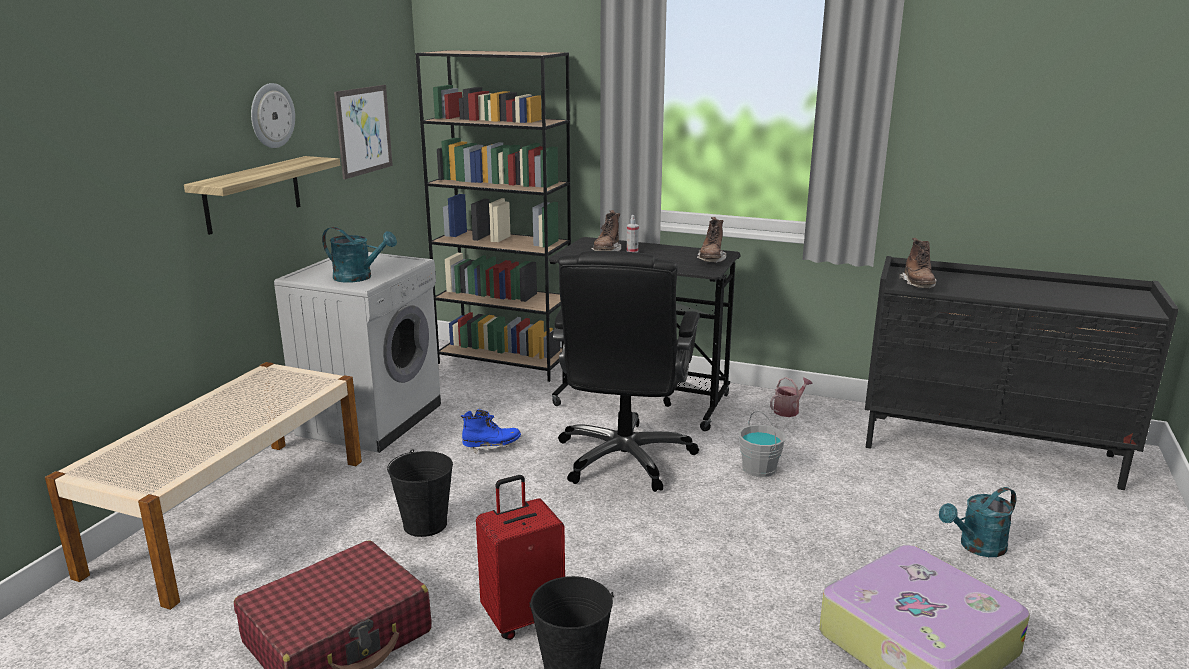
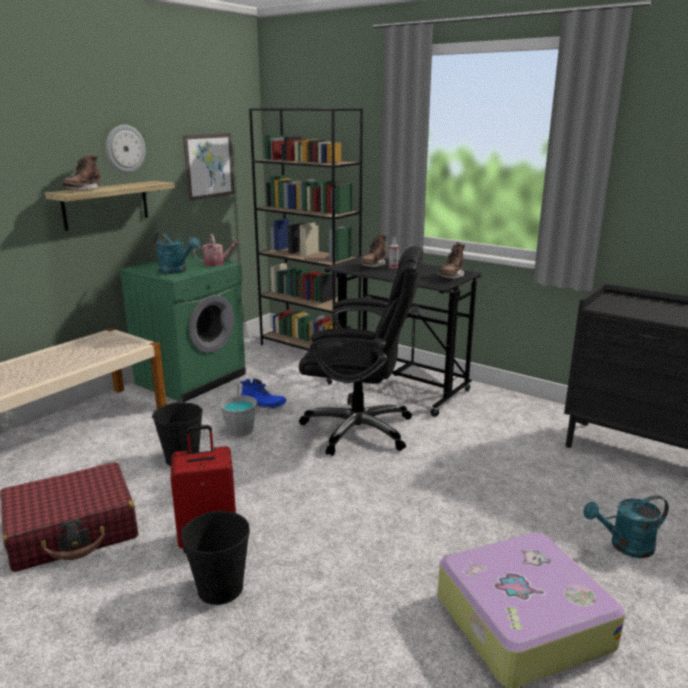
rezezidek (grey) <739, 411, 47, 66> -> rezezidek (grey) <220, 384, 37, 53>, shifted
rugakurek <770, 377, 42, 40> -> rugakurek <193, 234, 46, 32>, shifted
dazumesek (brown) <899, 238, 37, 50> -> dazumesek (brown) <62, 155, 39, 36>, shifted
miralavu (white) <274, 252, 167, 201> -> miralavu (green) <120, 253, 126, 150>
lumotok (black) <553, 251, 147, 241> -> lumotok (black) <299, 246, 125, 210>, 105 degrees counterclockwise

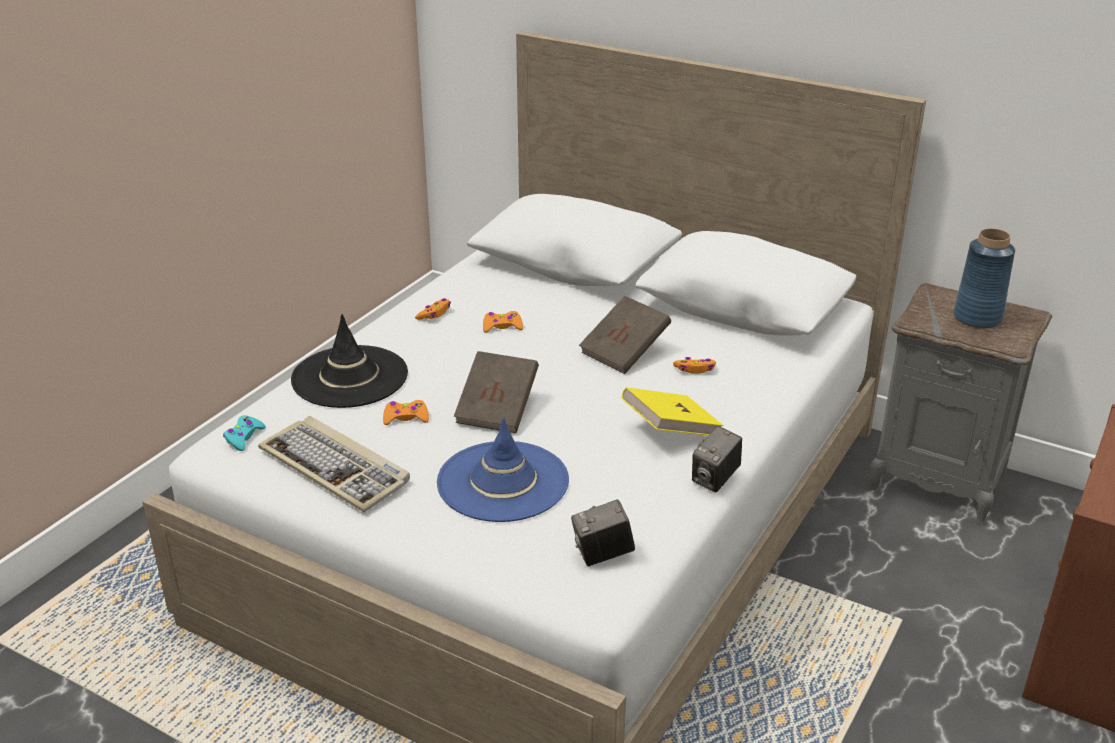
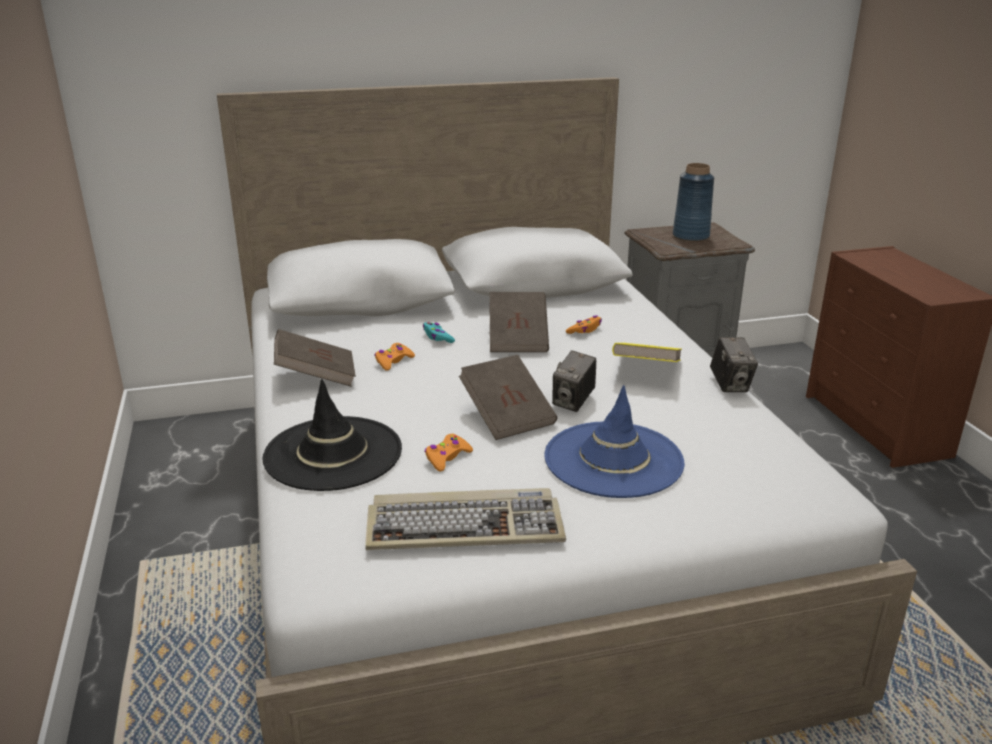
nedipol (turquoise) <223, 415, 43, 36> -> nedipol (turquoise) <423, 322, 32, 21>, shifted
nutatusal <571, 499, 64, 67> -> nutatusal <552, 350, 44, 62>, shifted
nedipol (orange) <415, 298, 36, 22> -> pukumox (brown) <274, 329, 82, 58>

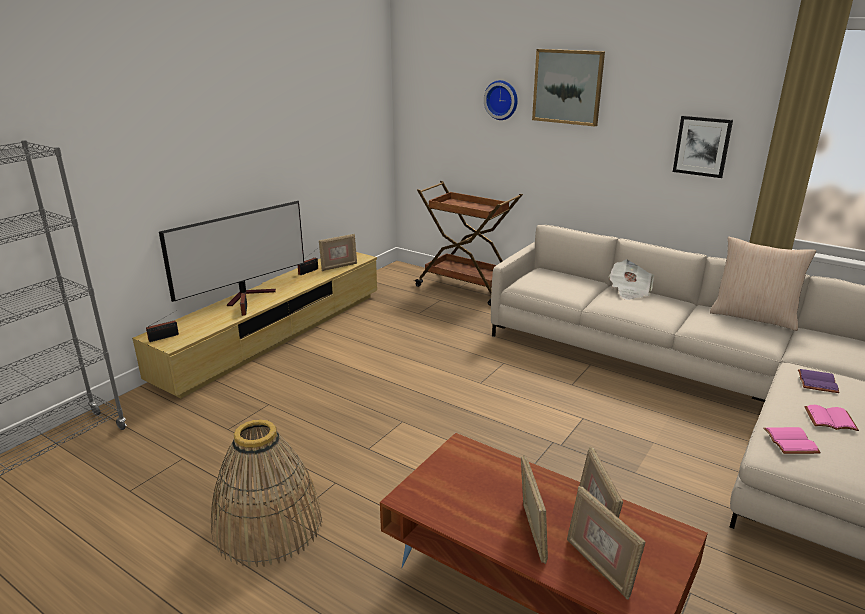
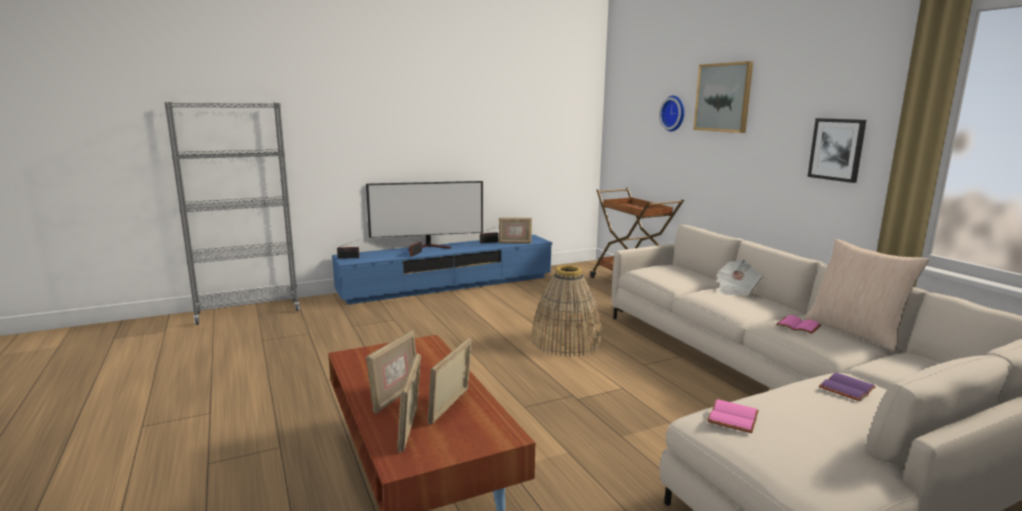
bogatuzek <211, 419, 111, 148> -> bogatuzek <531, 265, 72, 92>, shifted
pukumox (pink) <804, 405, 55, 26> -> pukumox (pink) <776, 315, 45, 19>, shifted
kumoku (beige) <132, 252, 245, 146> -> kumoku (blue) <332, 235, 220, 70>

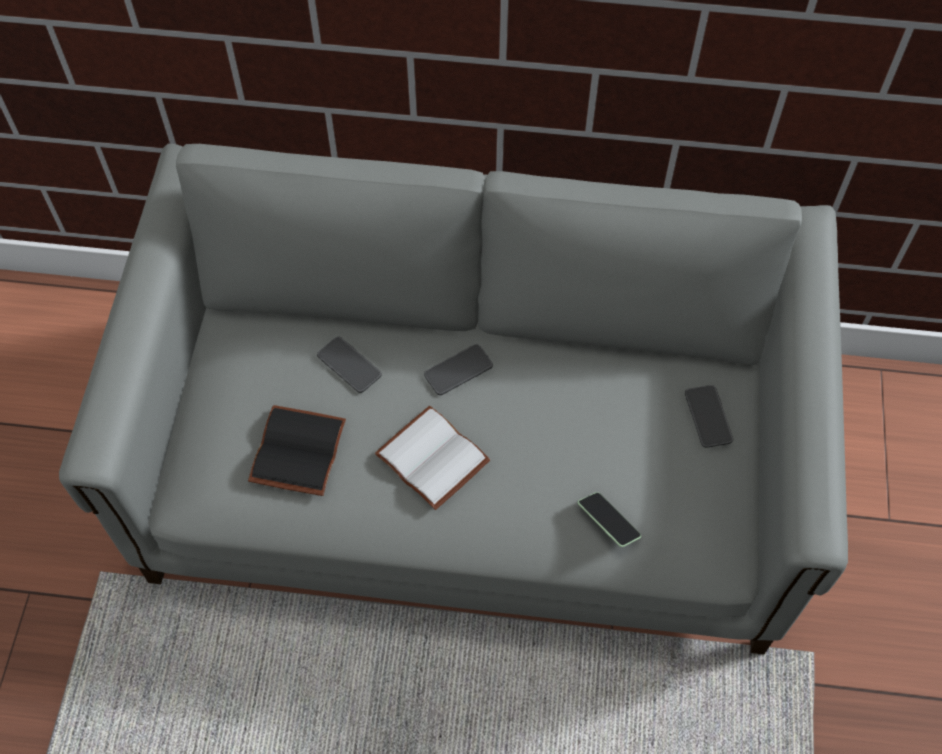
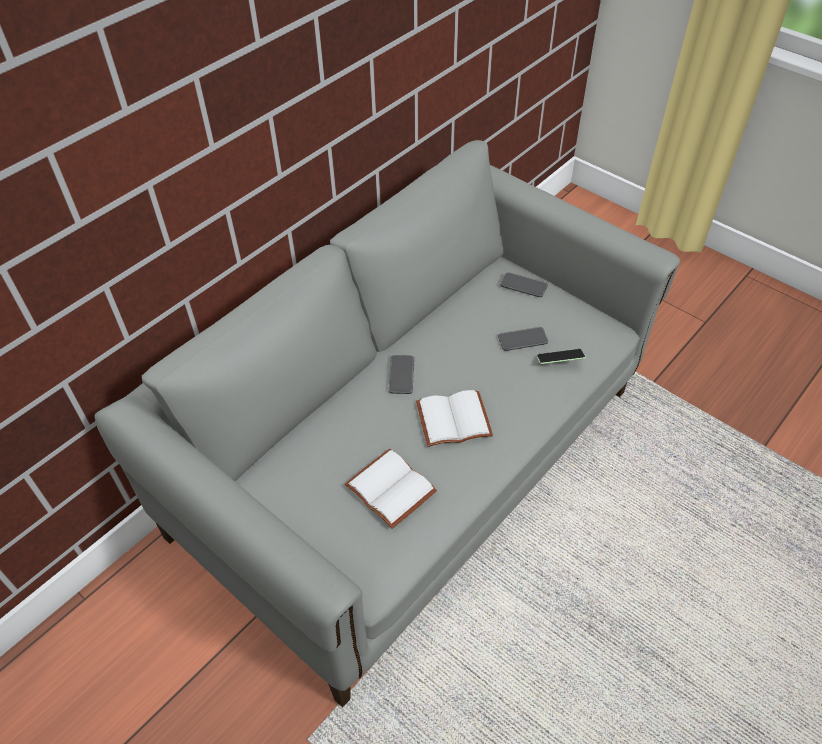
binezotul <317, 337, 65, 56> -> binezotul <498, 327, 50, 24>, shifted
pukumox (black) <248, 405, 98, 91> -> pukumox (white) <345, 449, 92, 80>

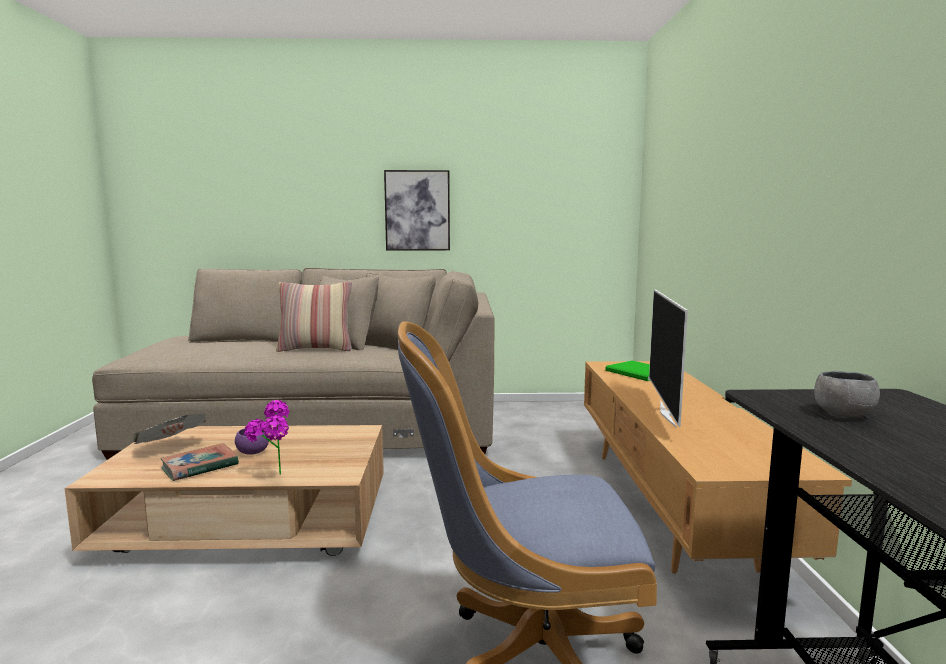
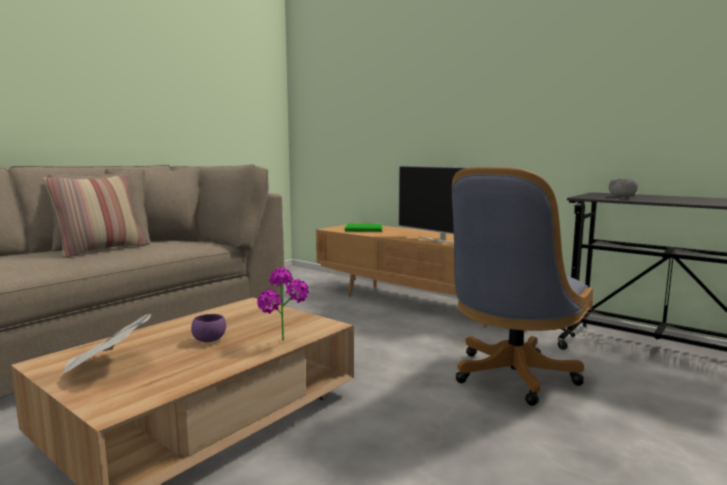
pukumox <160, 443, 79, 38> -> none
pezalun <384, 170, 66, 80> -> none

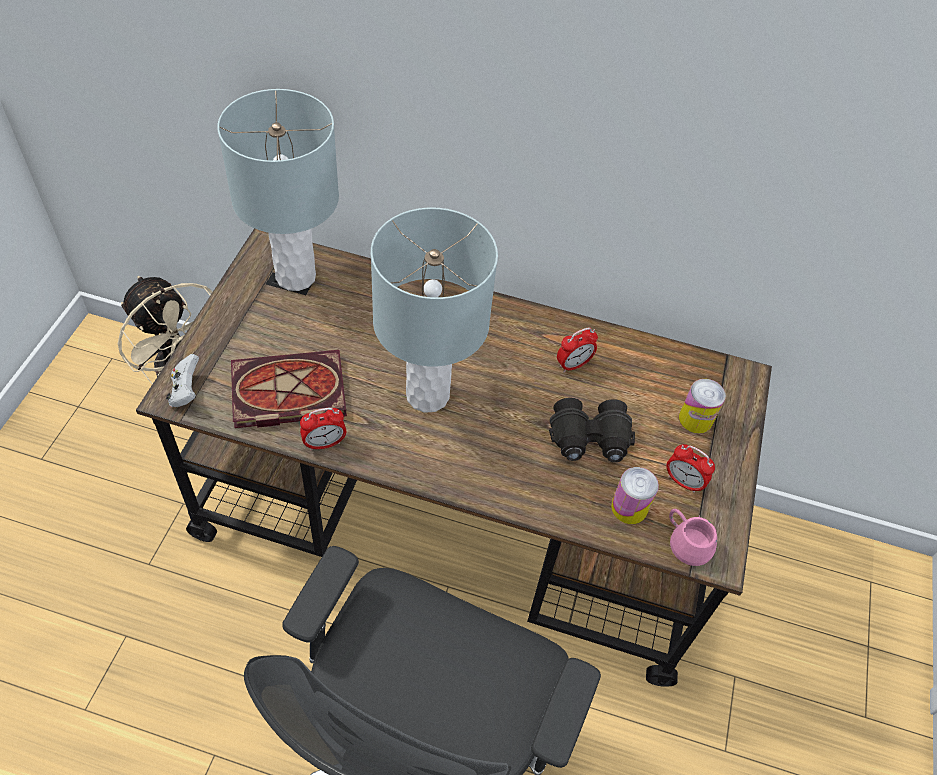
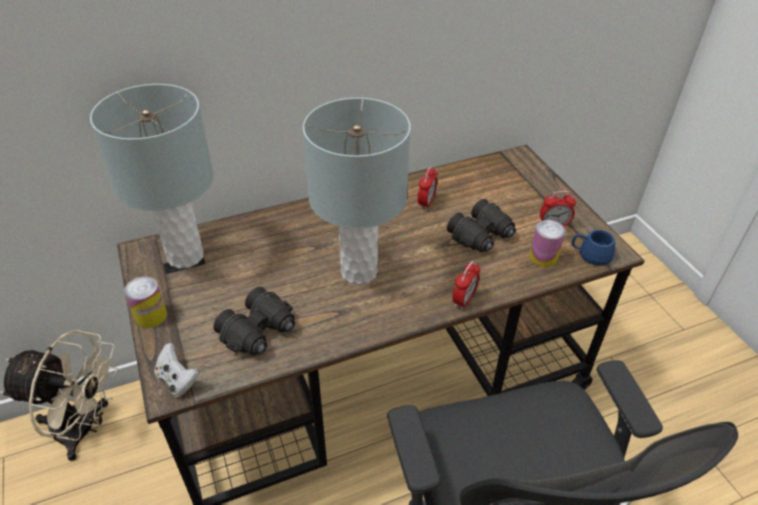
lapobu <300, 408, 46, 43> -> lapobu <452, 261, 28, 49>, shifted
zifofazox <679, 379, 47, 55> -> zifofazox <124, 276, 43, 52>, shifted
pukumox <231, 350, 116, 78> -> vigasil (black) <213, 287, 82, 68>
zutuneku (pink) <669, 509, 48, 57> -> zutuneku (blue) <572, 230, 43, 36>

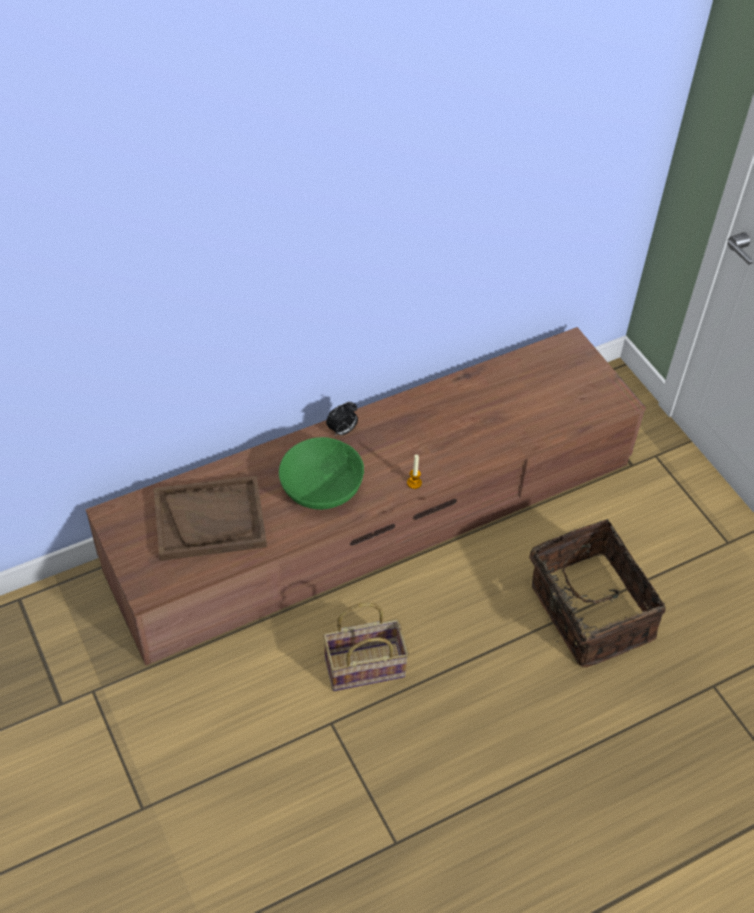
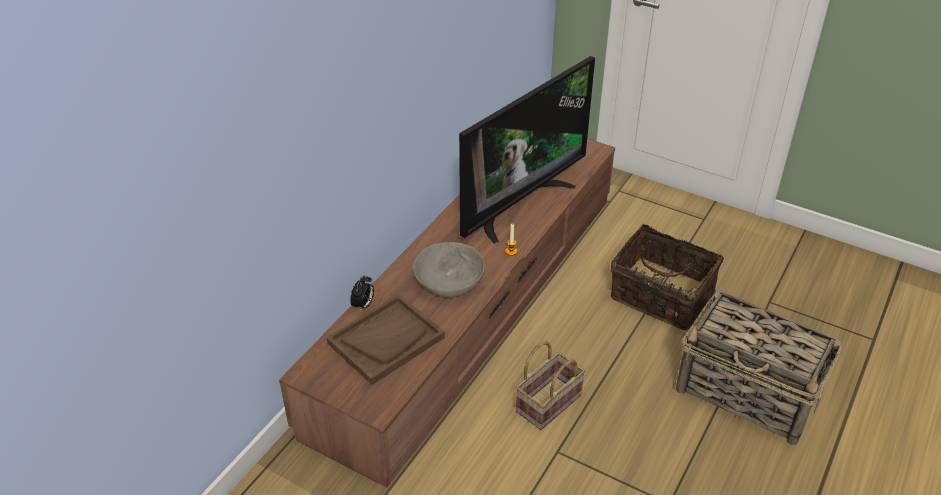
none -> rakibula <459, 56, 136, 188>
none -> bogatuzek <675, 292, 167, 154>
lapobu <326, 402, 32, 34> -> lapobu <350, 275, 24, 37>, shifted
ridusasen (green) <279, 437, 85, 73> -> ridusasen (grey) <413, 242, 72, 56>

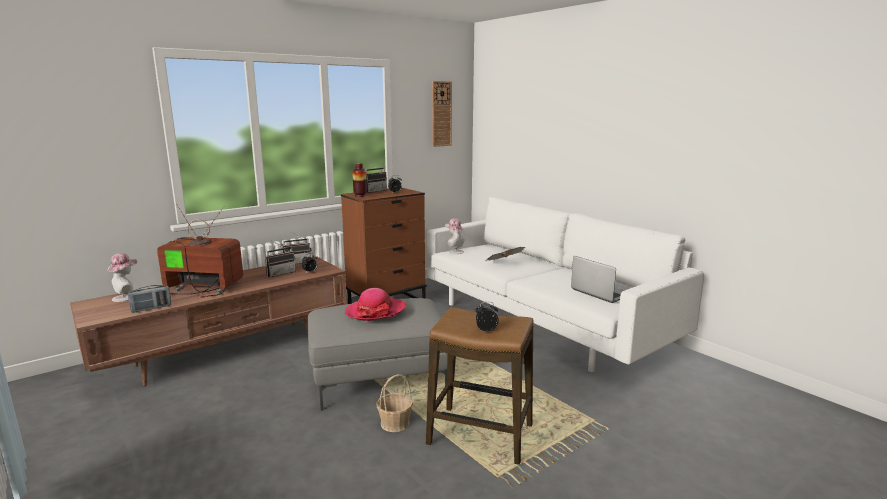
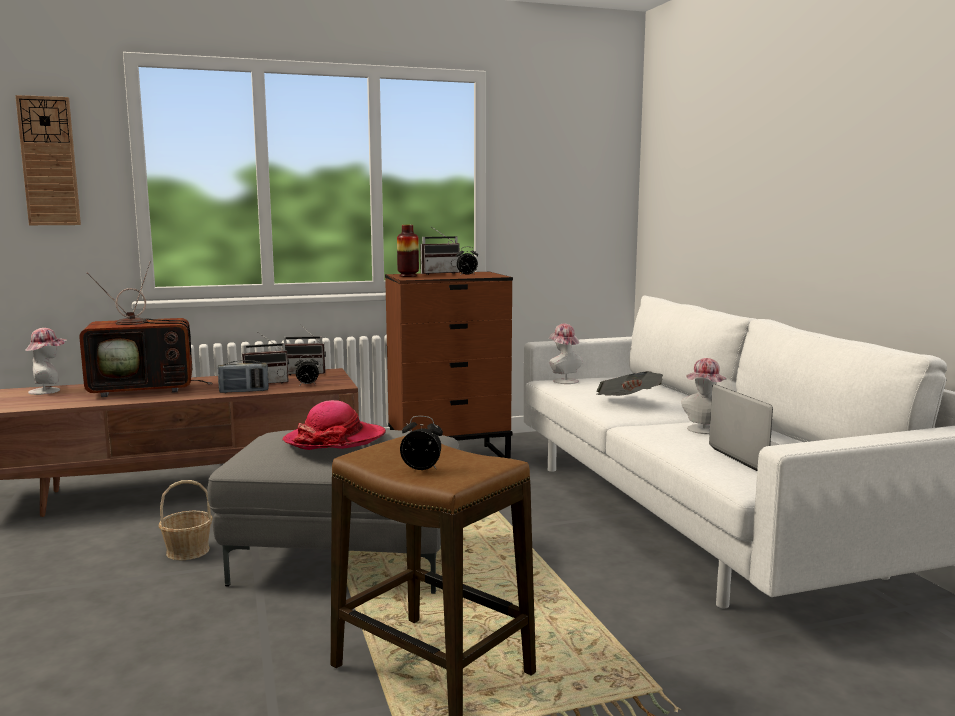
none -> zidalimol <681, 358, 45, 76>
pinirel <128, 285, 43, 28> -> pinirel <218, 360, 51, 33>, shifted
bogatuzek <376, 374, 37, 58> -> bogatuzek <159, 480, 54, 81>, shifted
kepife <432, 81, 20, 66> -> kepife <15, 95, 66, 130>, shifted
rakibula <157, 204, 86, 94> -> rakibula <79, 262, 134, 135>, 135 degrees clockwise

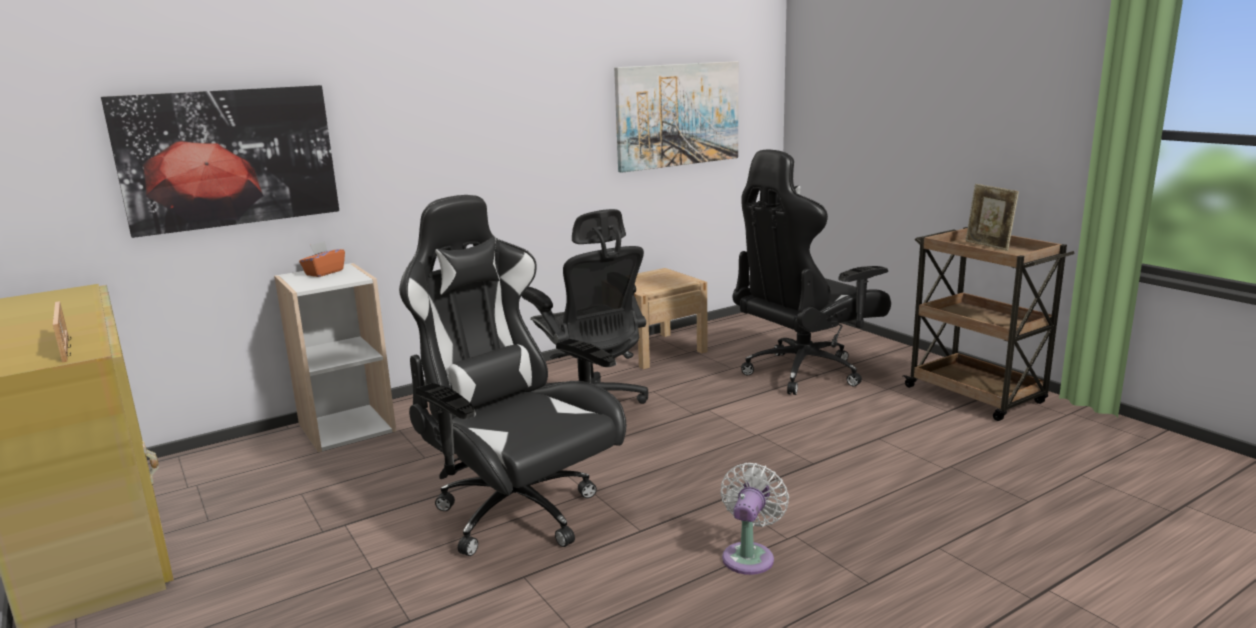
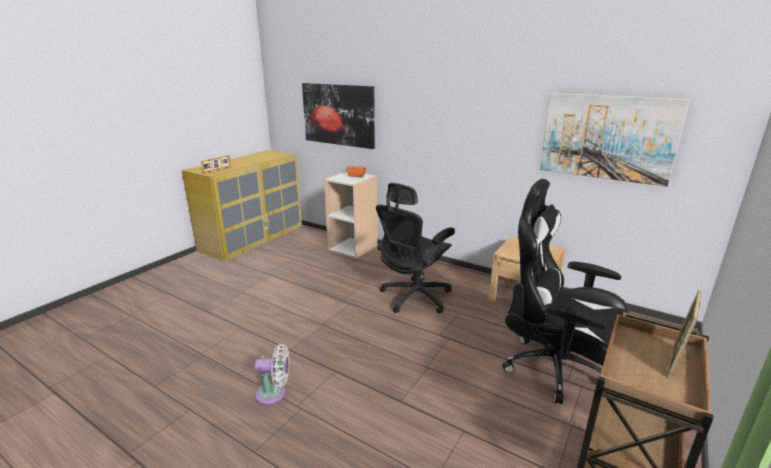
lumotok (black) <399, 195, 227, 361> -> none

